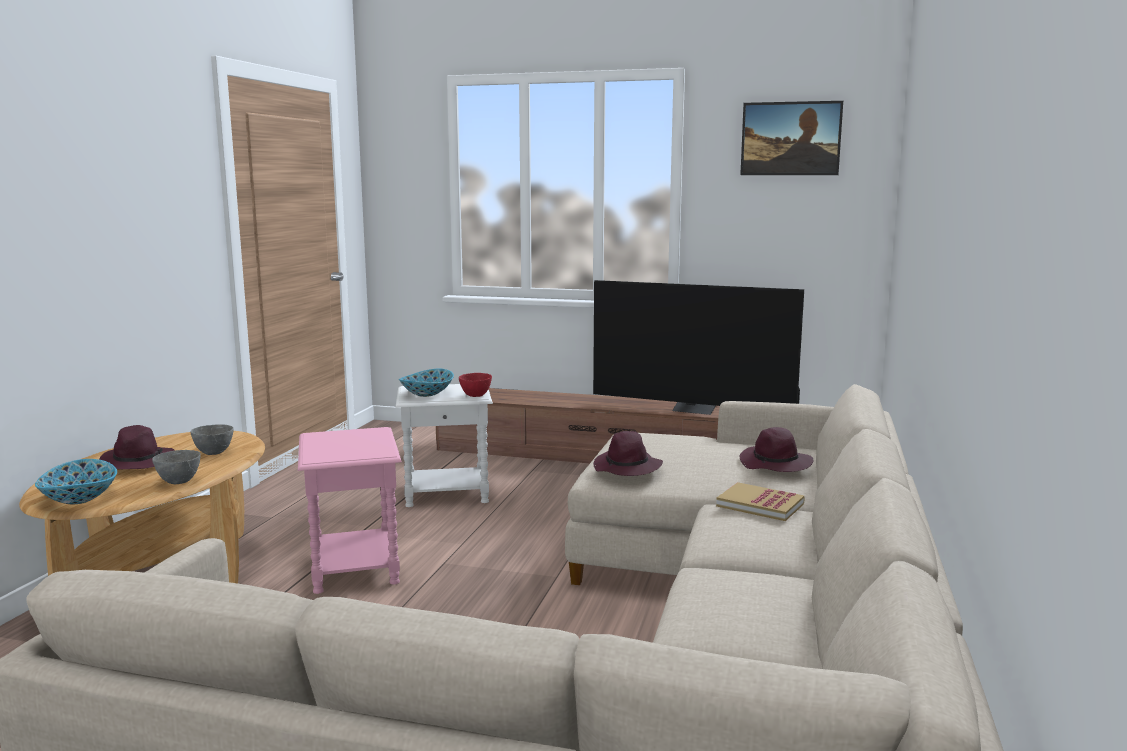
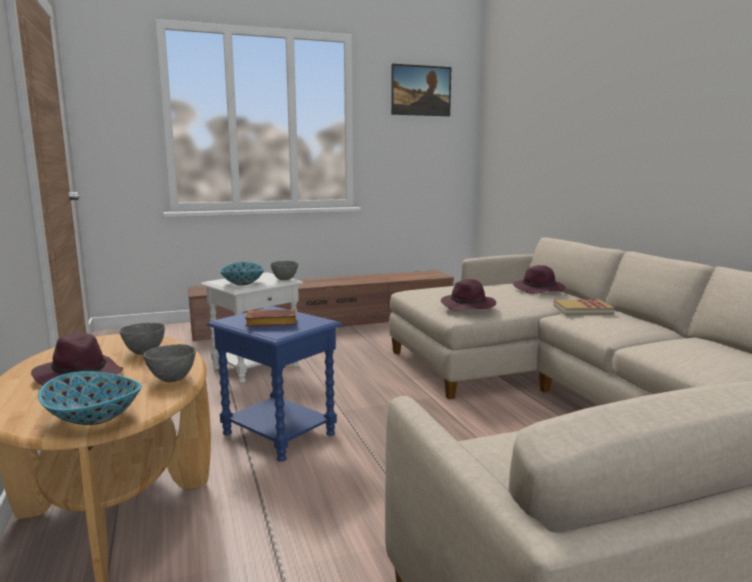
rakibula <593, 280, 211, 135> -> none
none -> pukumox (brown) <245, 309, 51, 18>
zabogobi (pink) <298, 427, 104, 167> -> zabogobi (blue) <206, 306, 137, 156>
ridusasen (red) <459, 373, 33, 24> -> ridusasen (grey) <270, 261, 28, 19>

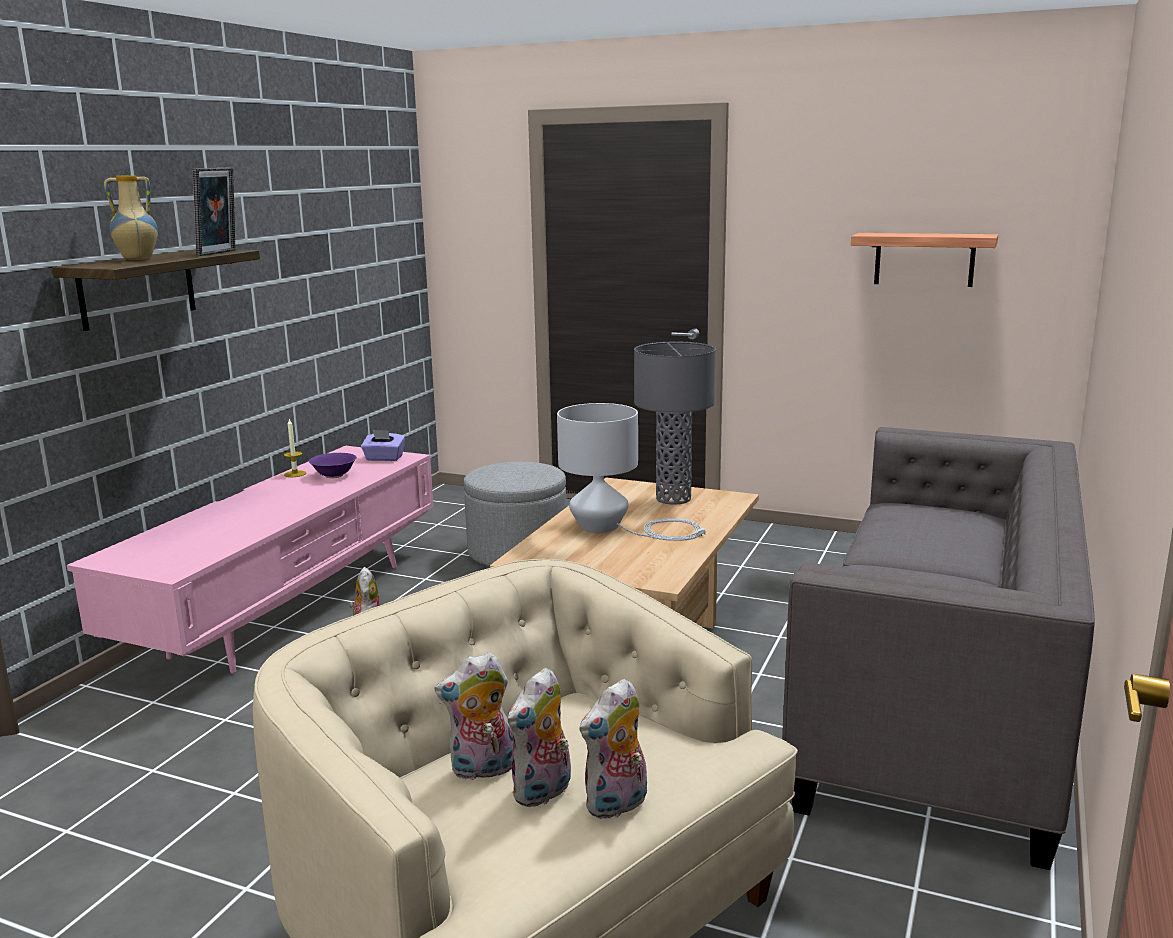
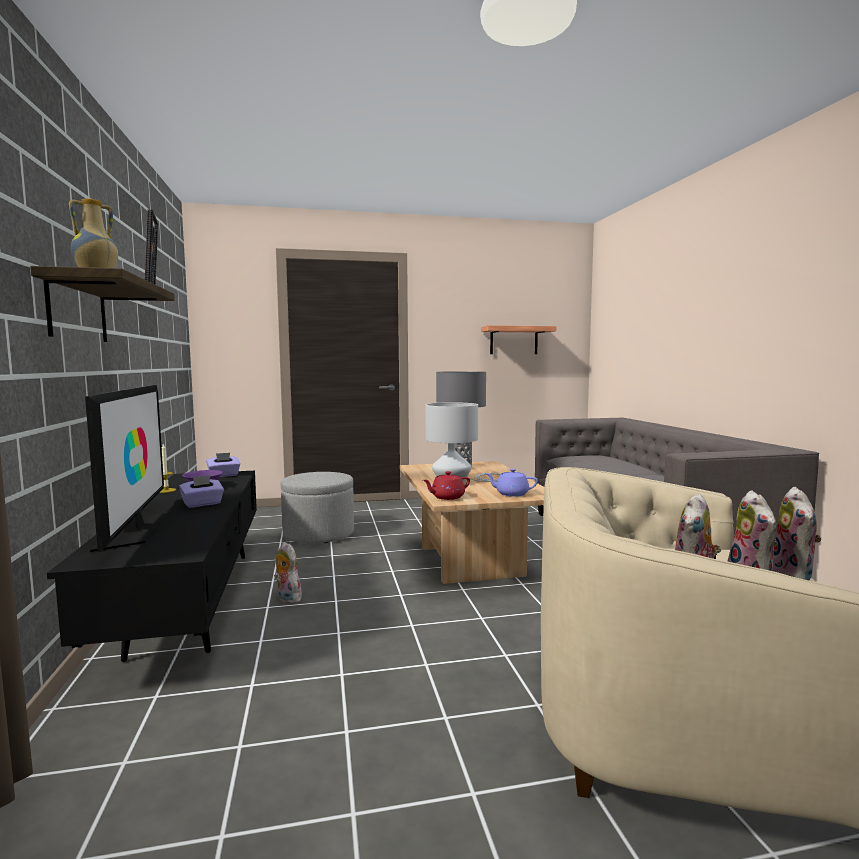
none -> rakibula <85, 385, 82, 167>
none -> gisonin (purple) <179, 475, 45, 33>
none -> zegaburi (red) <423, 471, 47, 29>
none -> zegaburi (purple) <485, 469, 53, 28>
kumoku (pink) <67, 446, 367, 228> -> kumoku (black) <47, 471, 210, 191>

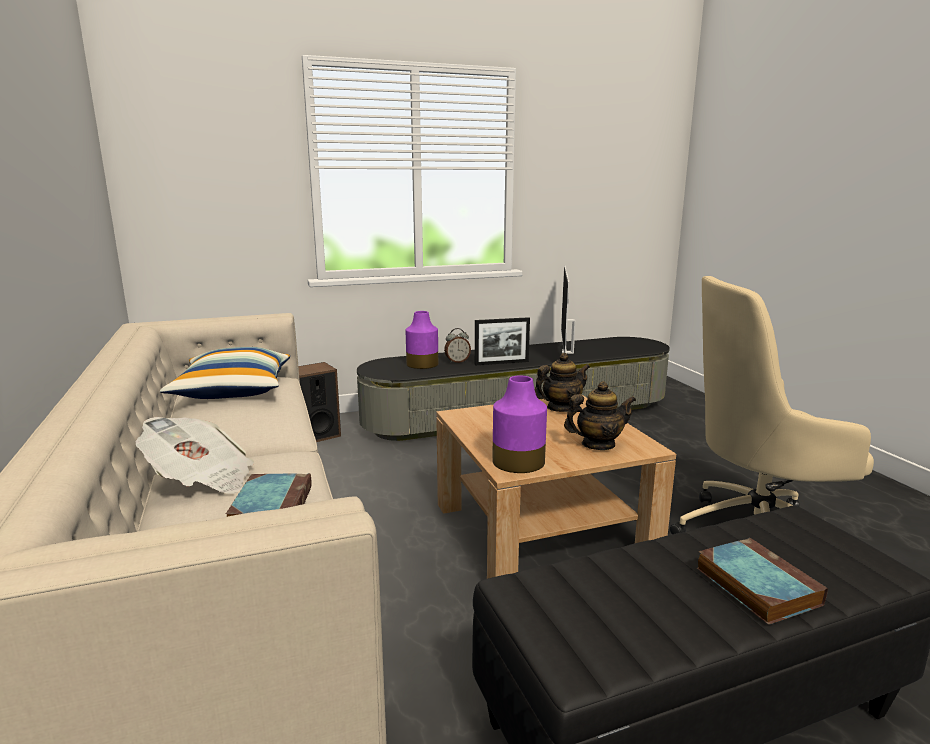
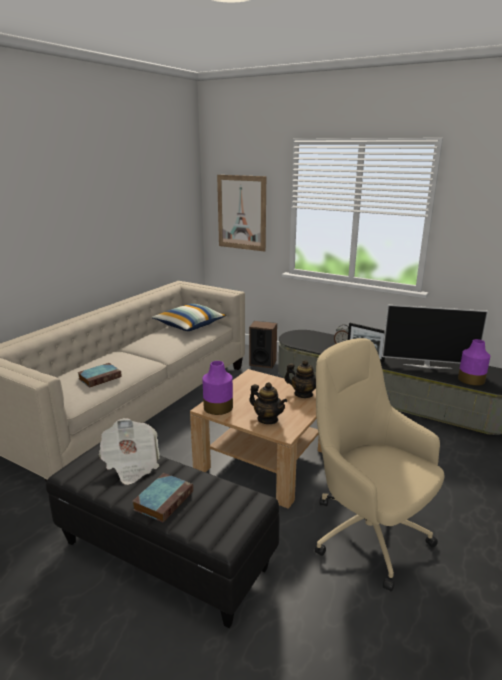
none -> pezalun <217, 175, 49, 77>
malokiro <135, 417, 119, 77> -> malokiro <99, 418, 61, 67>, shifted
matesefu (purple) <406, 311, 32, 58> -> matesefu (purple) <458, 339, 32, 47>, shifted
rakibula <561, 265, 15, 89> -> rakibula <382, 305, 106, 64>, 135 degrees counterclockwise

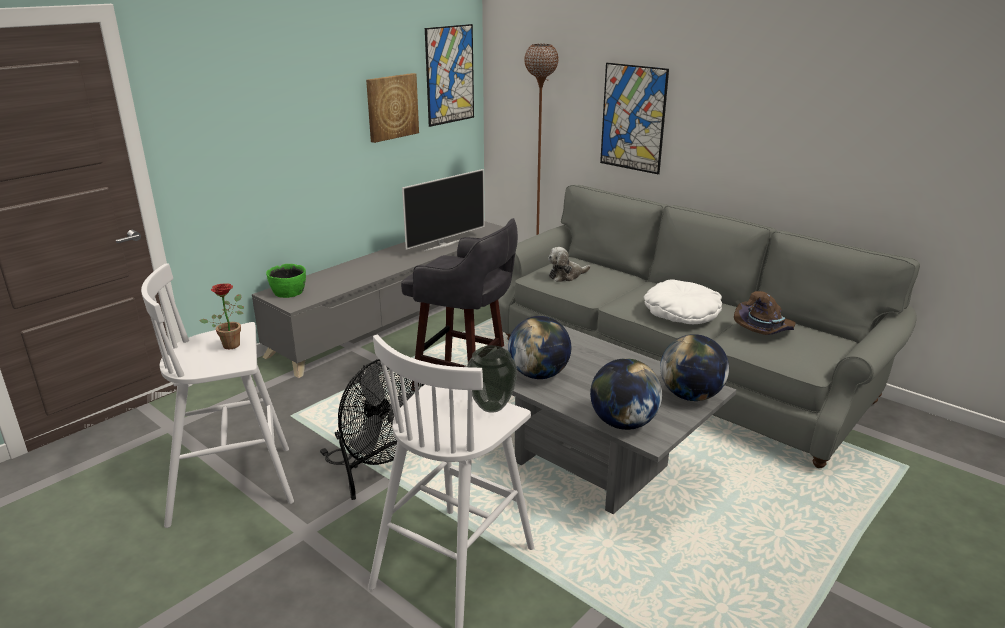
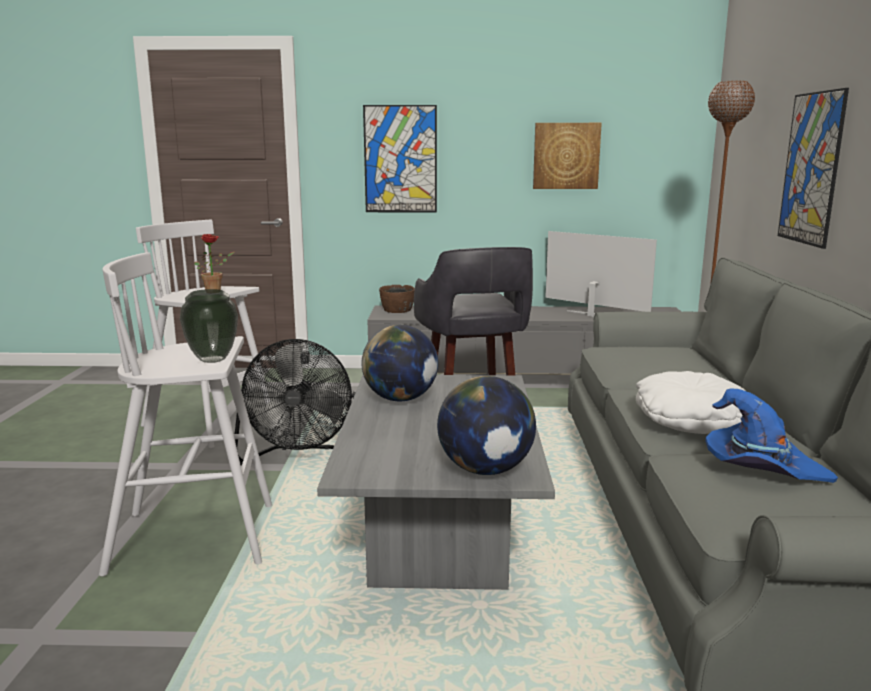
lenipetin <548, 247, 43, 35> -> none
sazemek <590, 358, 72, 72> -> none
pezalun <425, 24, 49, 103> -> pezalun <363, 105, 74, 108>, shifted
ridusasen (green) <266, 264, 40, 34> -> ridusasen (brown) <379, 285, 36, 28>
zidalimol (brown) <734, 291, 62, 44> -> zidalimol (blue) <705, 389, 133, 94>
rakibula <402, 169, 82, 82> -> rakibula <545, 231, 112, 86>, 150 degrees counterclockwise

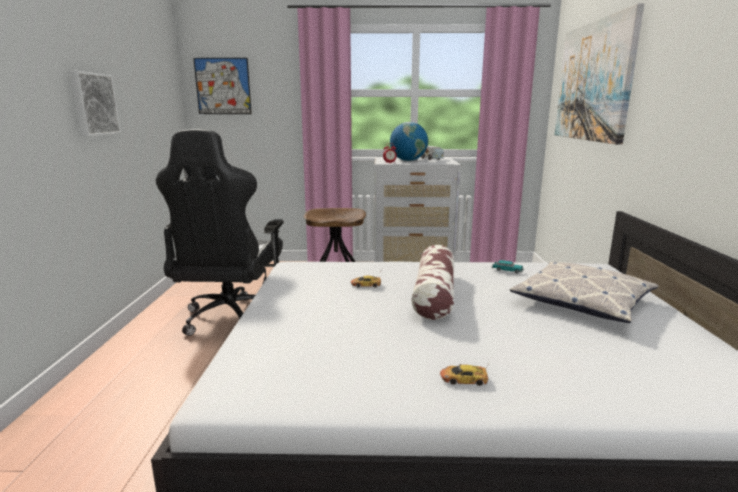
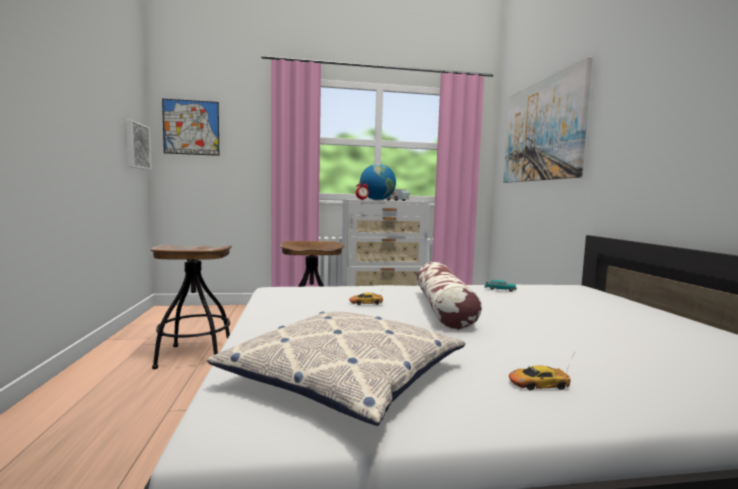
pezalun <70, 71, 51, 66> -> pezalun <126, 120, 26, 50>, shifted
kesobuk <509, 262, 150, 61> -> kesobuk <207, 311, 258, 115>, shifted
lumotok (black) <156, 129, 128, 207> -> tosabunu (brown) <150, 244, 82, 125>

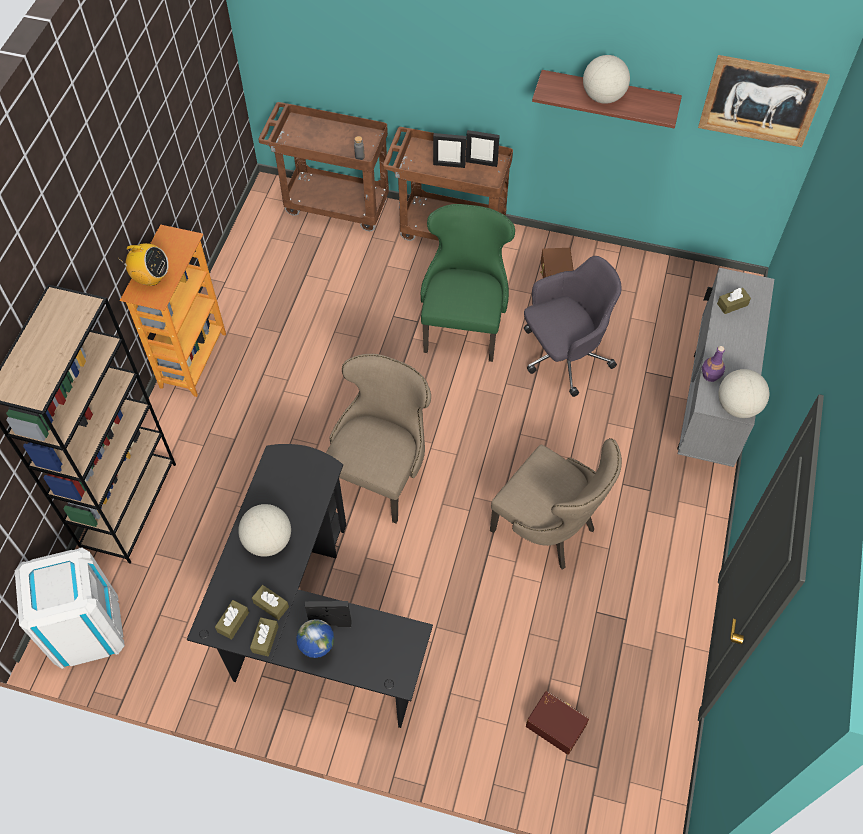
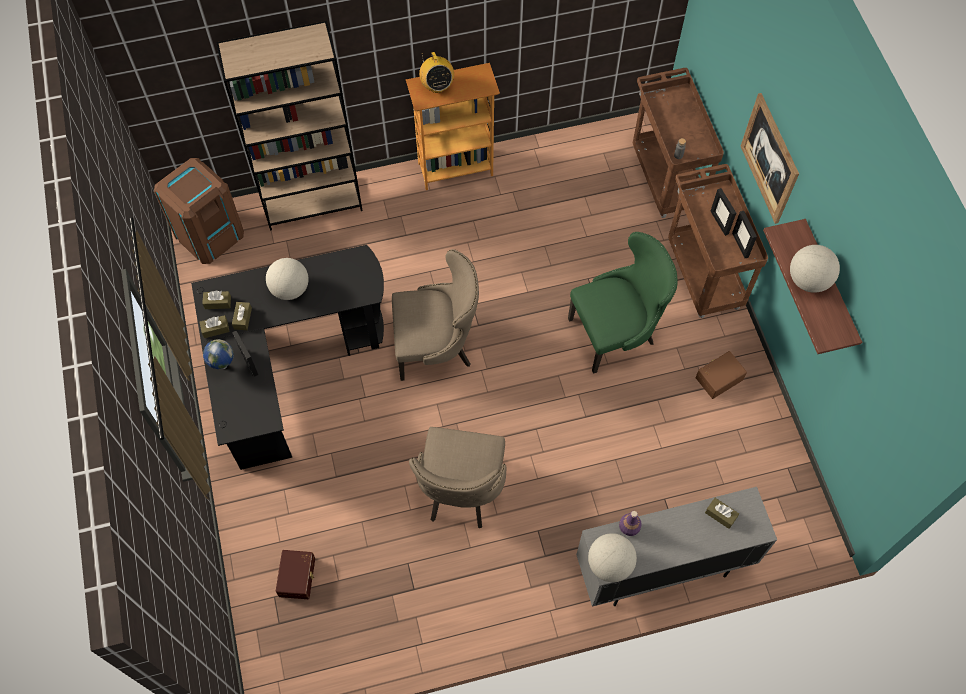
lumotok (grey) <524, 256, 98, 141> -> none
pezalun <698, 55, 132, 92> -> pezalun <741, 93, 58, 131>, shifted
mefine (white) <15, 547, 110, 122> -> mefine (brown) <154, 158, 90, 106>

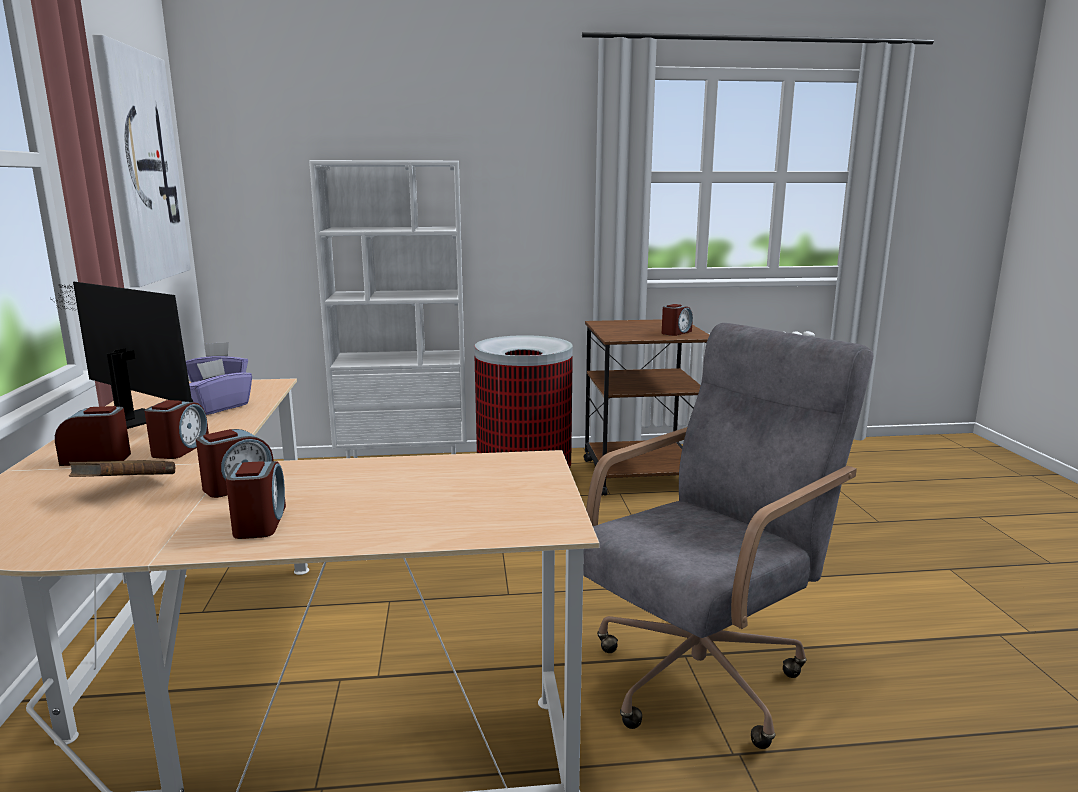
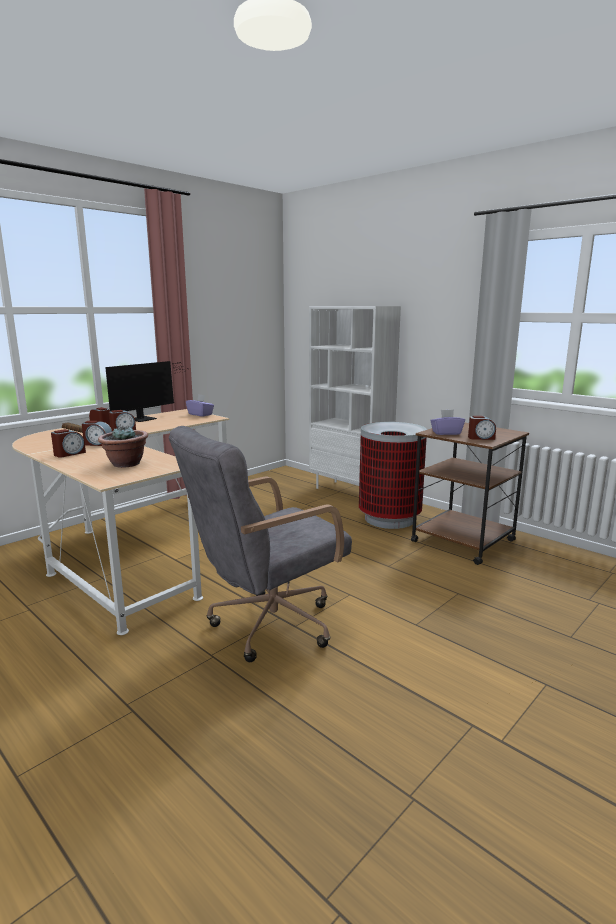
pezalun <92, 34, 99, 253> -> none
none -> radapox <98, 426, 50, 42>
gisonin (purple) <189, 359, 63, 56> -> gisonin (purple) <430, 410, 35, 25>, shifted
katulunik <50, 282, 143, 147> -> katulunik <105, 361, 80, 61>, 45 degrees clockwise
lumotok (grey) <583, 323, 290, 426> -> lumotok (grey) <169, 426, 183, 236>, 135 degrees clockwise

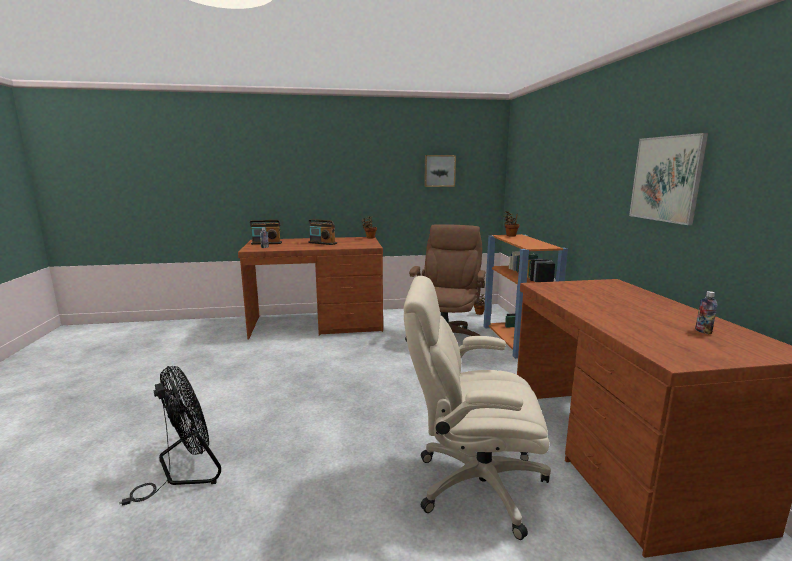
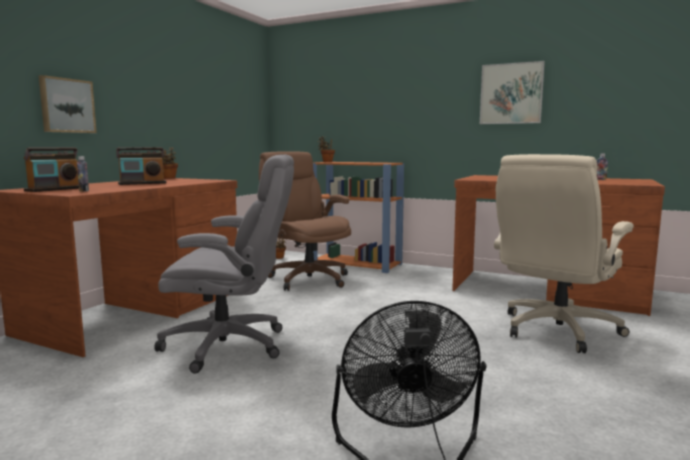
none -> lumotok (grey) <154, 154, 140, 220>
pezalun <424, 155, 32, 32> -> pezalun <39, 75, 58, 58>, shifted

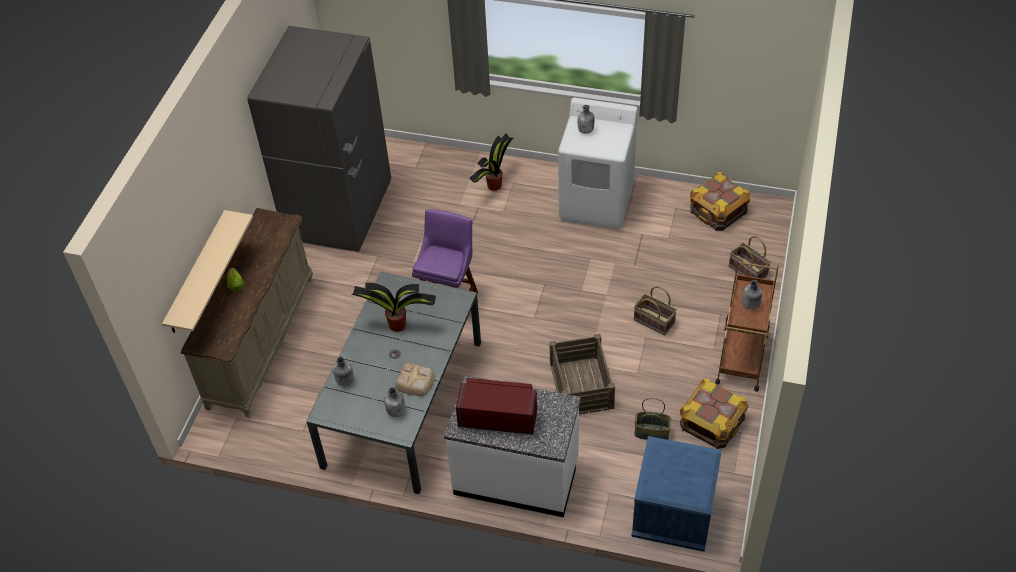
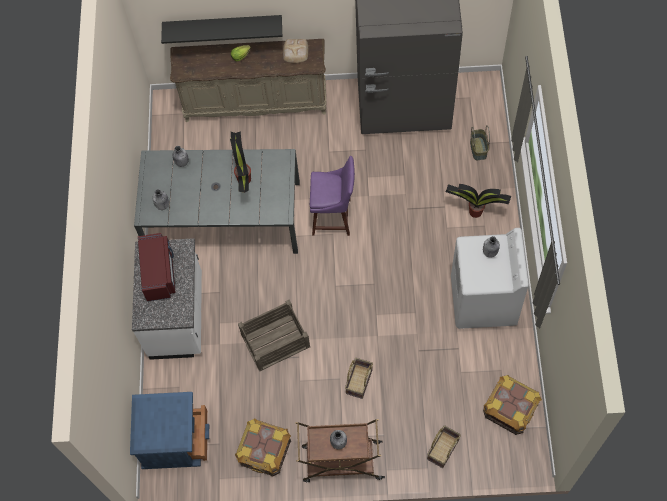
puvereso <395, 363, 39, 33> -> puvereso <283, 39, 25, 24>, shifted
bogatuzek <635, 398, 36, 42> -> bogatuzek <470, 125, 20, 35>, shifted
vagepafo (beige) <162, 210, 91, 123> -> vagepafo (black) <161, 15, 121, 29>

